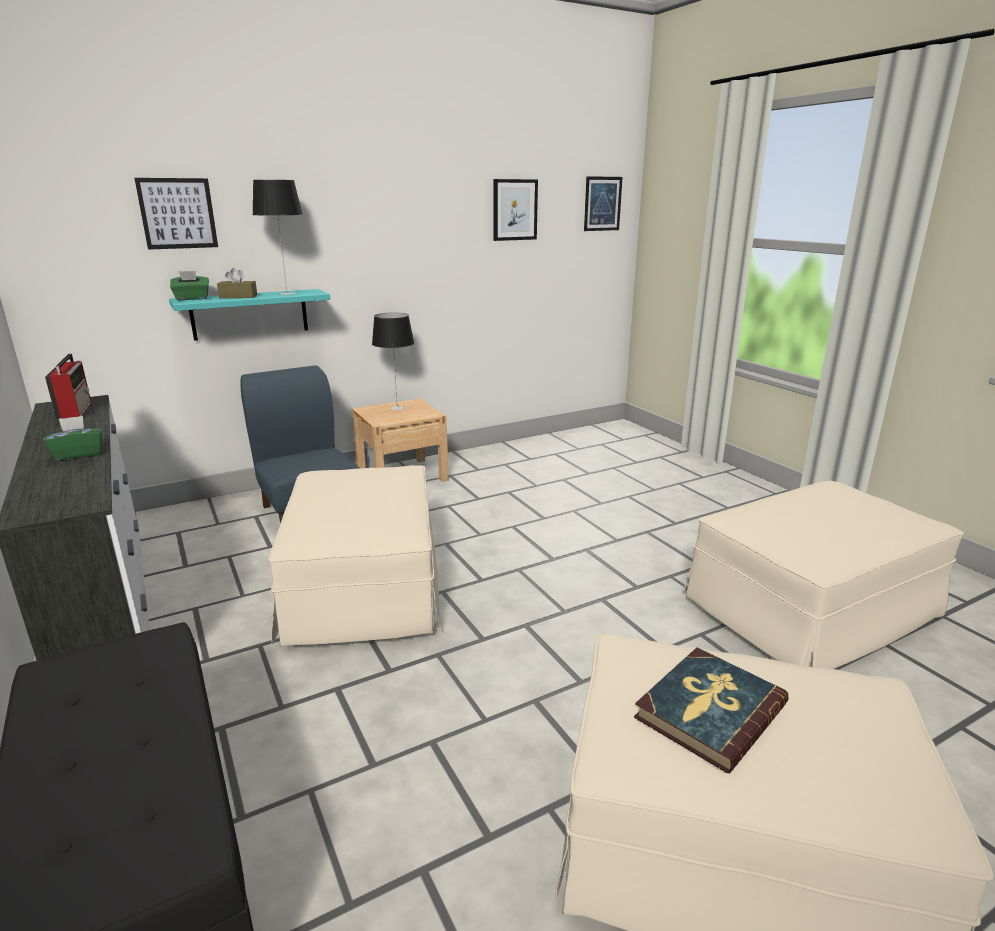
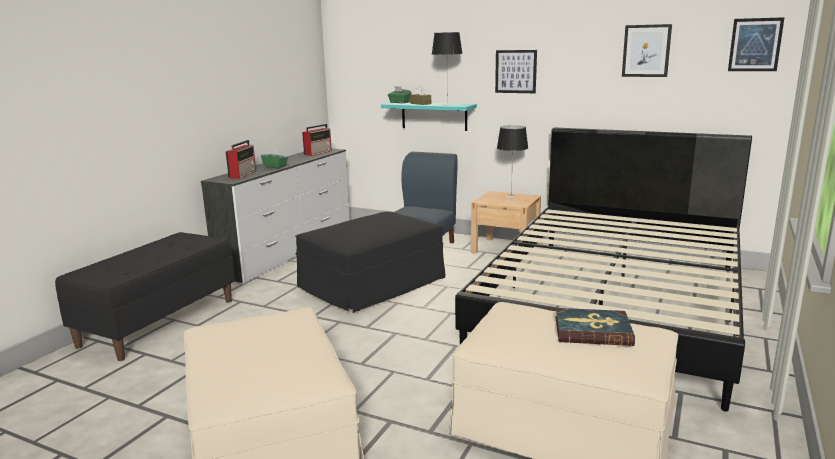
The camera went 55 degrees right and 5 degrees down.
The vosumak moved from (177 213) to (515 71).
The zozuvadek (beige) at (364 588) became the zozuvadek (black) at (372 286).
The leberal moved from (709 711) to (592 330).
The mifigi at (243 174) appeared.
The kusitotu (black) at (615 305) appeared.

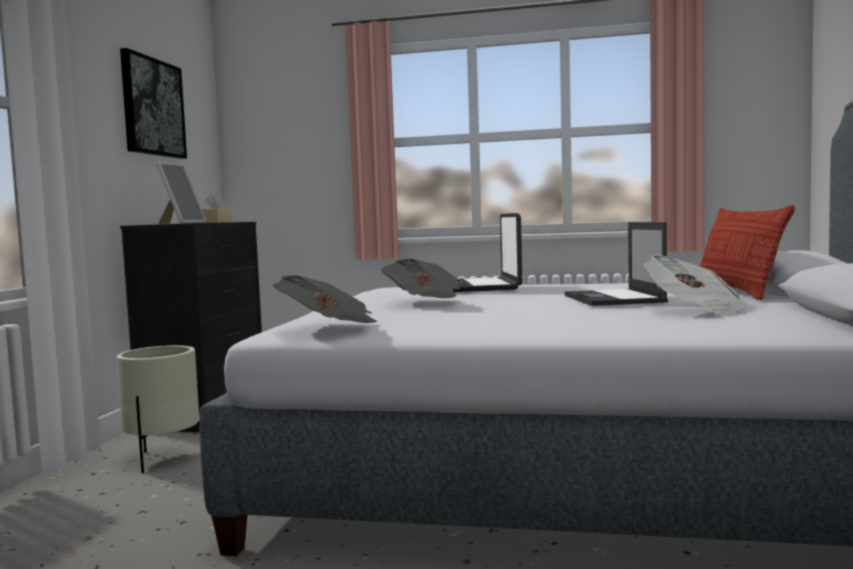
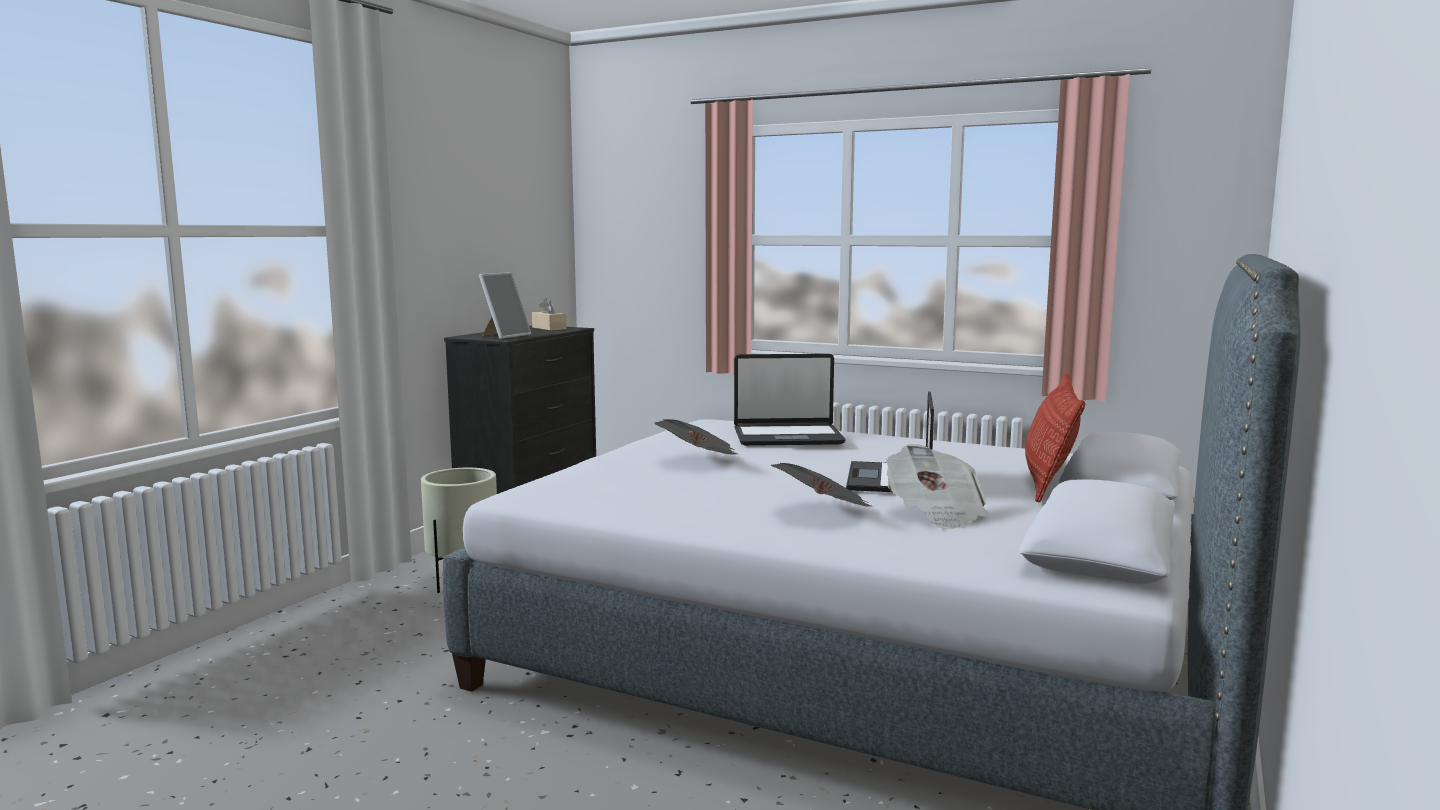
The camera went 15 degrees right and 5 degrees up.
The vosumak at (152 107) disappeared.
The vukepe moved from (330 329) to (824 512).
The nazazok at (480 286) turned 105 degrees counterclockwise.

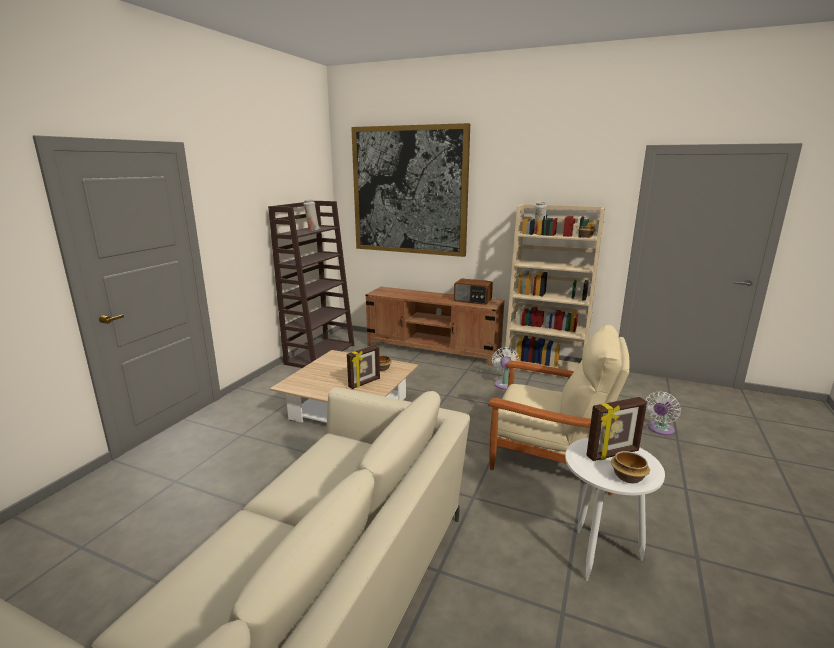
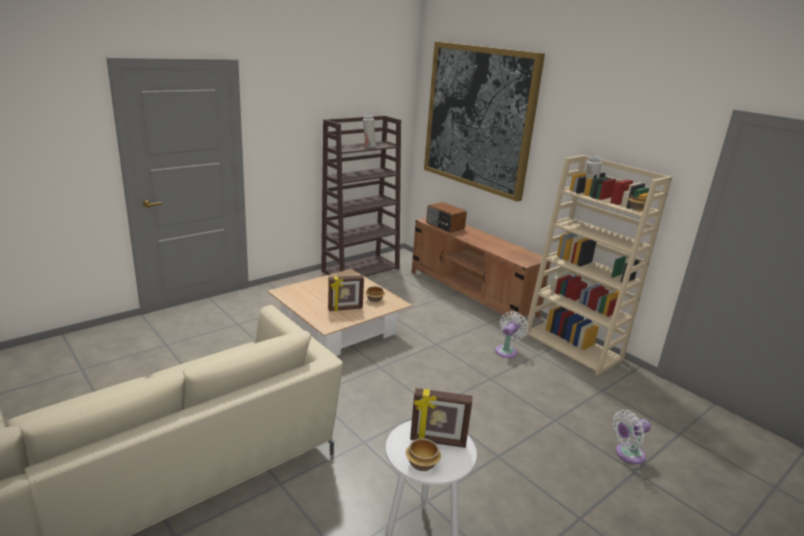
The camera went 25 degrees right and 5 degrees up.
The mifigi moved from (472 300) to (444 226).
The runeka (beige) at (550 454) disappeared.

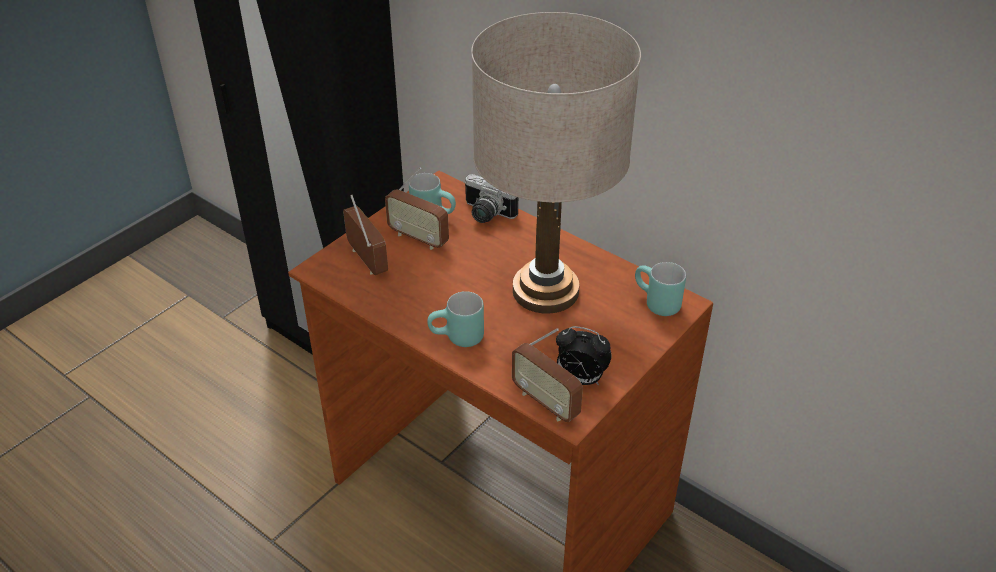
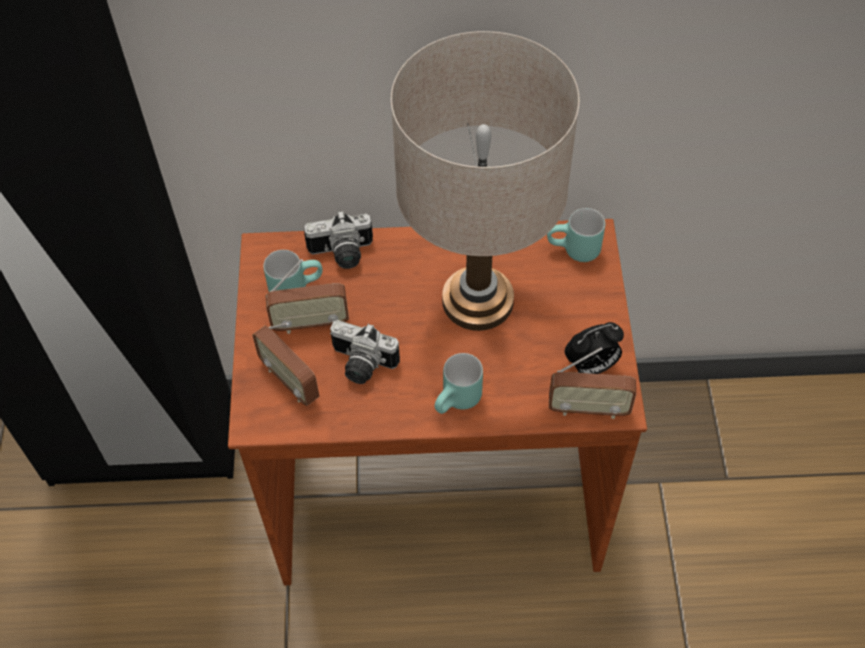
The camera went 40 degrees left and 15 degrees up.
The mifigi at (367 261) turned 150 degrees counterclockwise.
The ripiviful at (361 365) appeared.

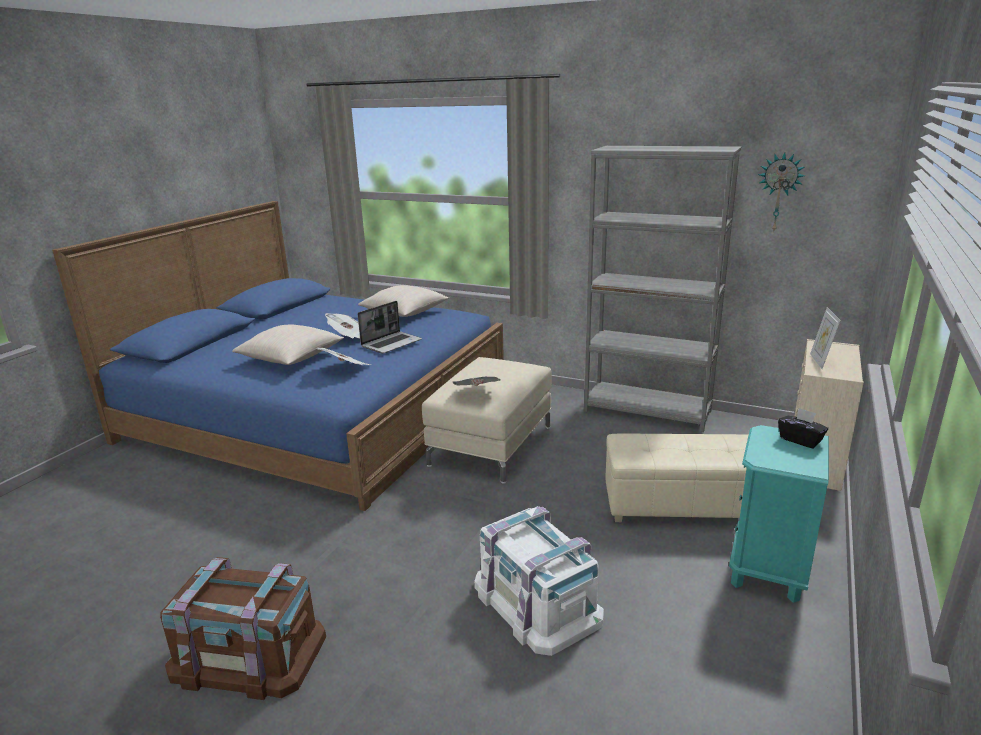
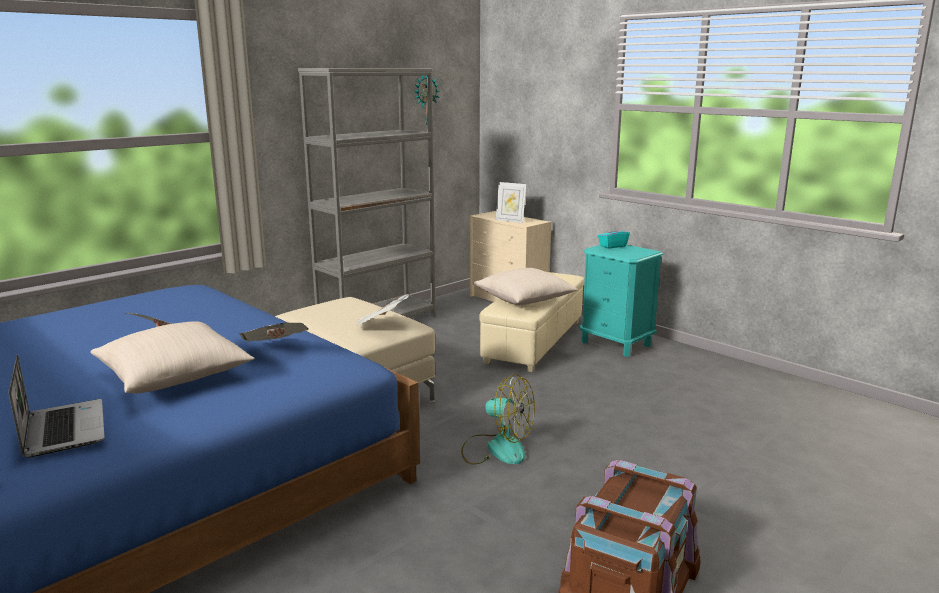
The camera went 70 degrees left and 5 degrees down.
The nazazok moved from (391 343) to (63 429).
The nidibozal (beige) moved from (404 313) to (524 300).
The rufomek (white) at (537 601) disappeared.
The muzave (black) at (800 440) became the muzave (turquoise) at (612 246).
The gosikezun at (496 448) appeared.

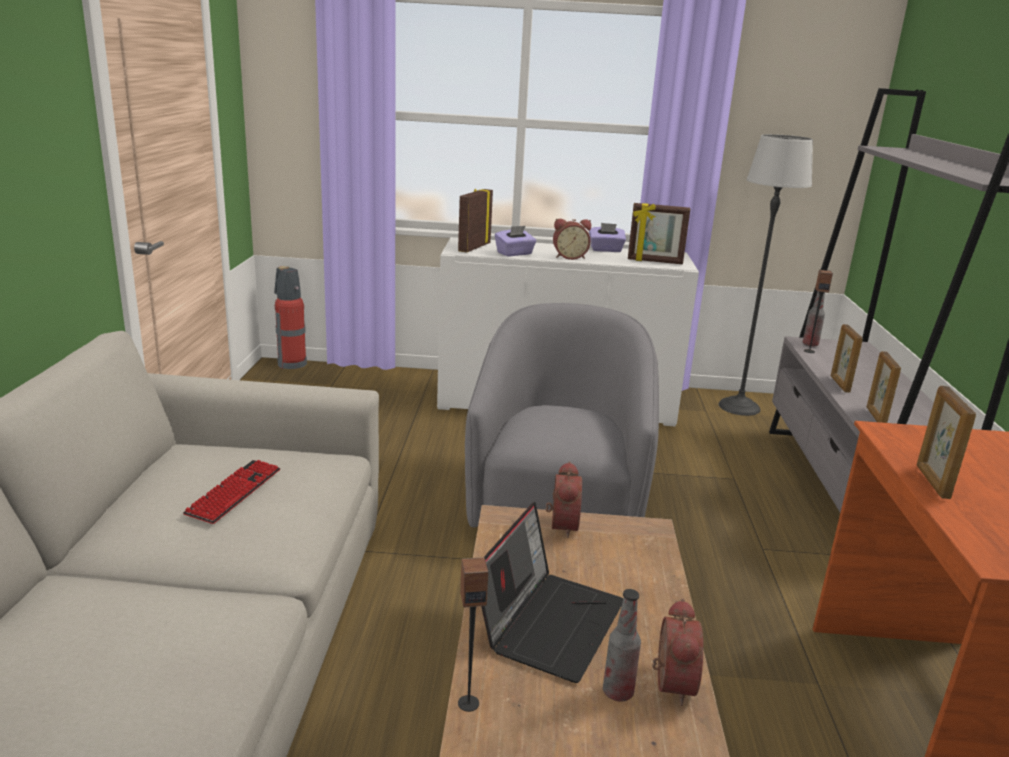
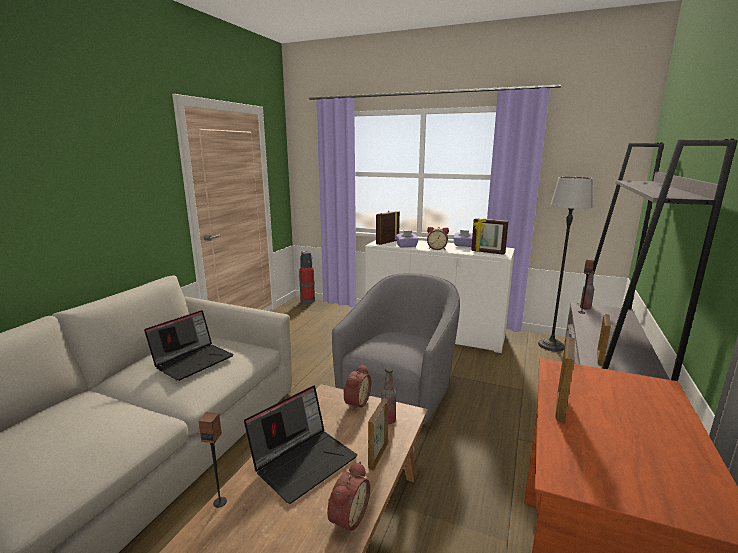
The camera went 20 degrees right and 5 degrees down.
The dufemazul at (234 492) was replaced by the nazazok at (193 360).
The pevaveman moved from (618 692) to (388 420).
The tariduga moved from (839 384) to (377 456).

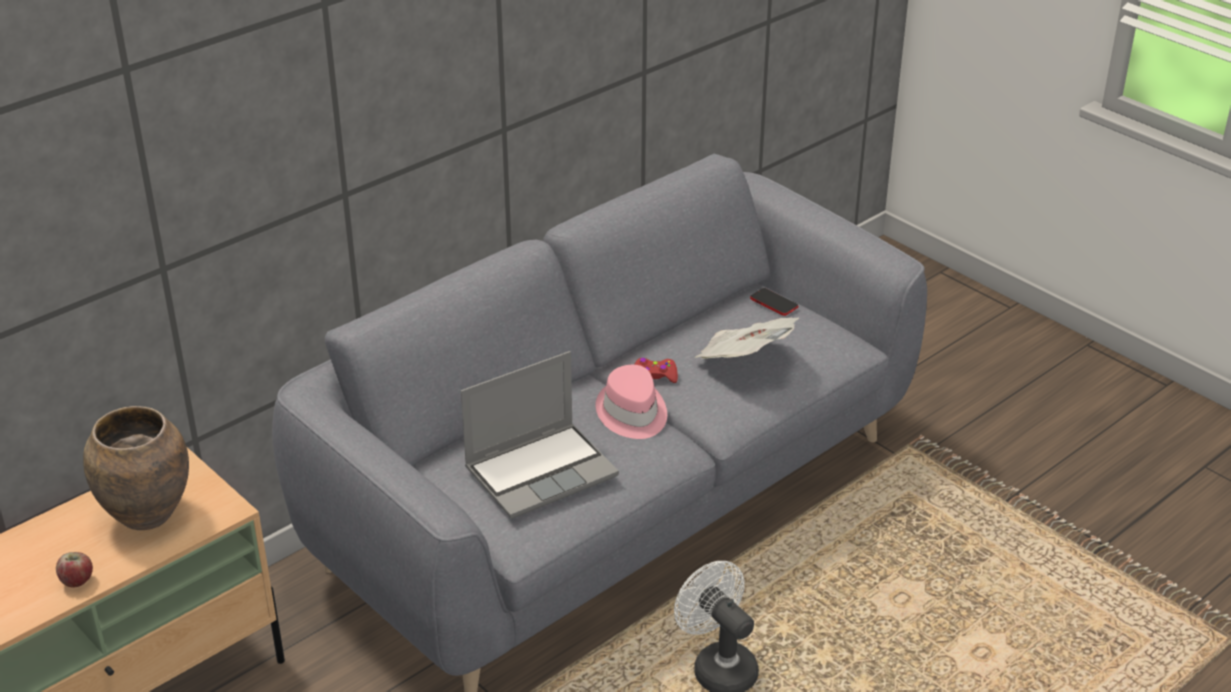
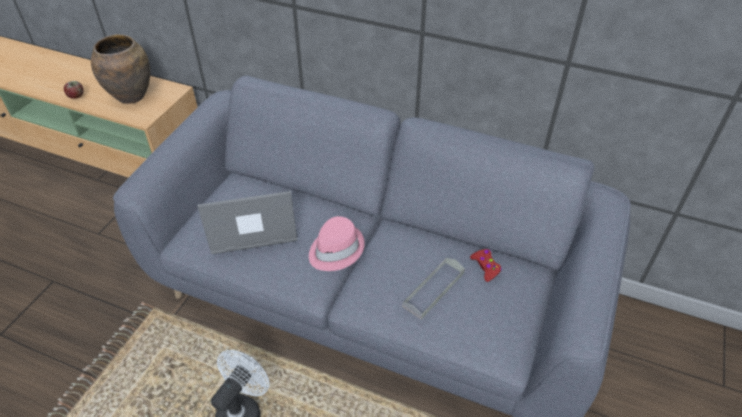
The camera went 65 degrees right and 10 degrees up.
The nazazok at (542 471) turned 135 degrees clockwise.
The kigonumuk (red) moved from (654 376) to (485 267).
The vukepe at (744 360) was replaced by the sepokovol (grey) at (434 289).
The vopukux at (774 303) disappeared.

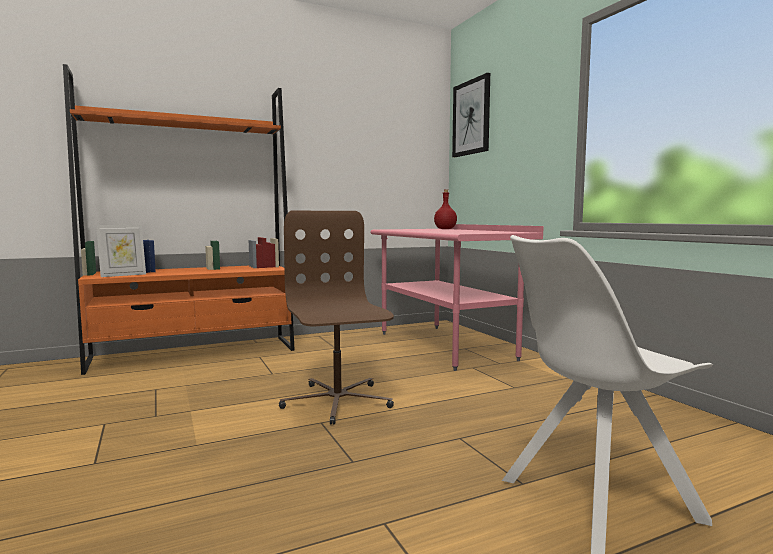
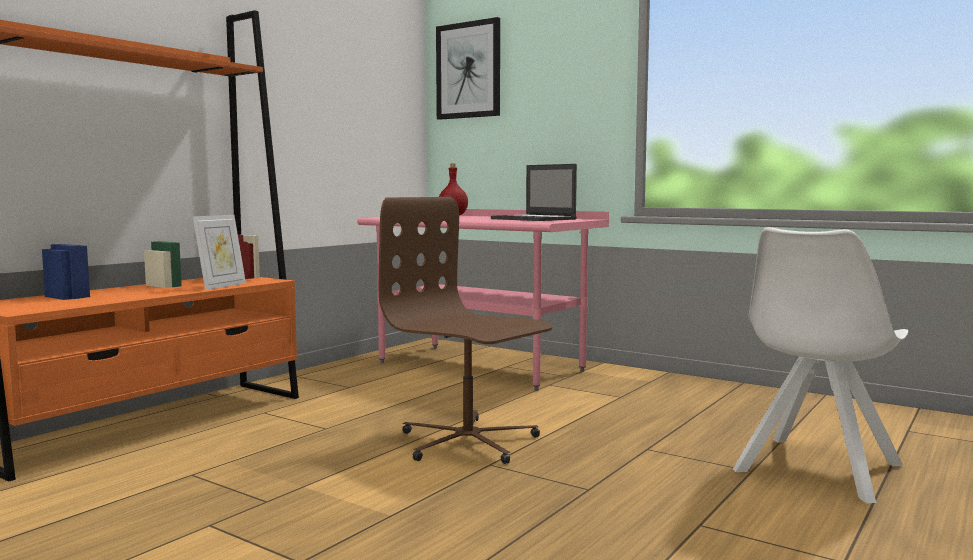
The camera went 30 degrees left and 0 degrees up.
The tariduga moved from (123 275) to (221 286).
The nazazok at (534 219) appeared.

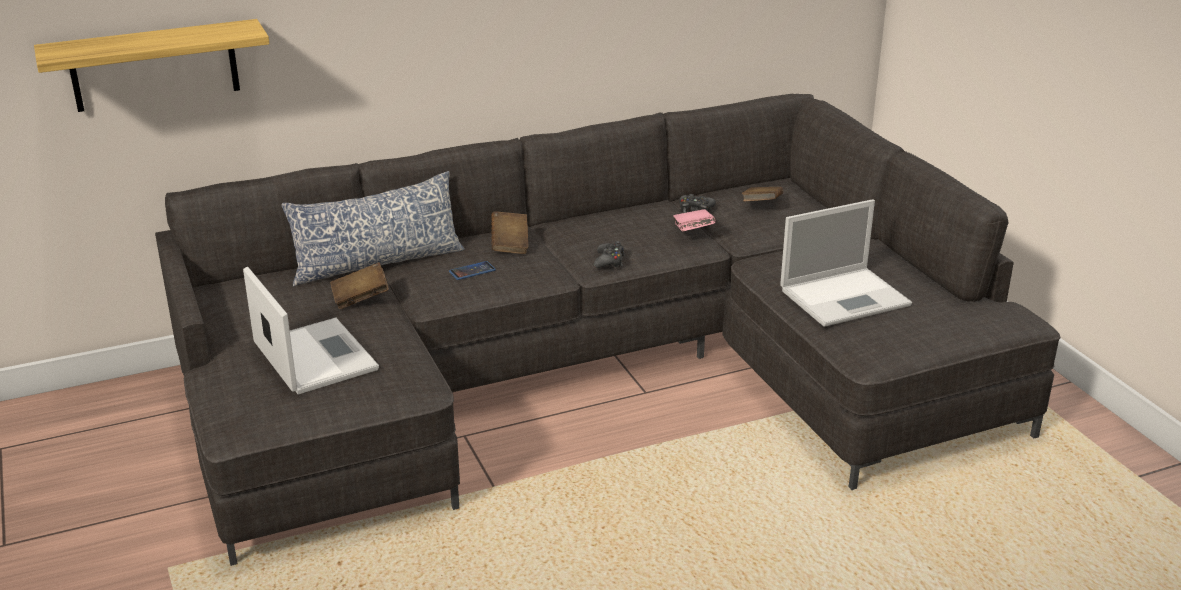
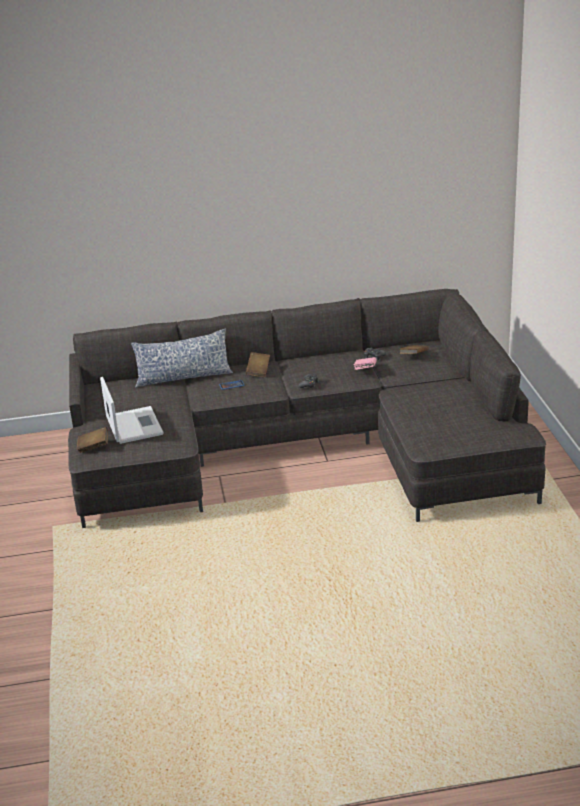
The camera went 15 degrees right and 0 degrees up.
The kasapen at (154 66) disappeared.
The leberal (brown) moved from (360 298) to (93 447).
The nazazok at (846 297) disappeared.

